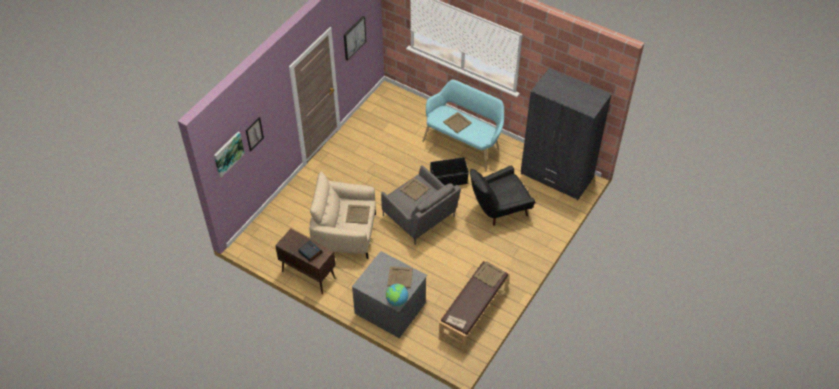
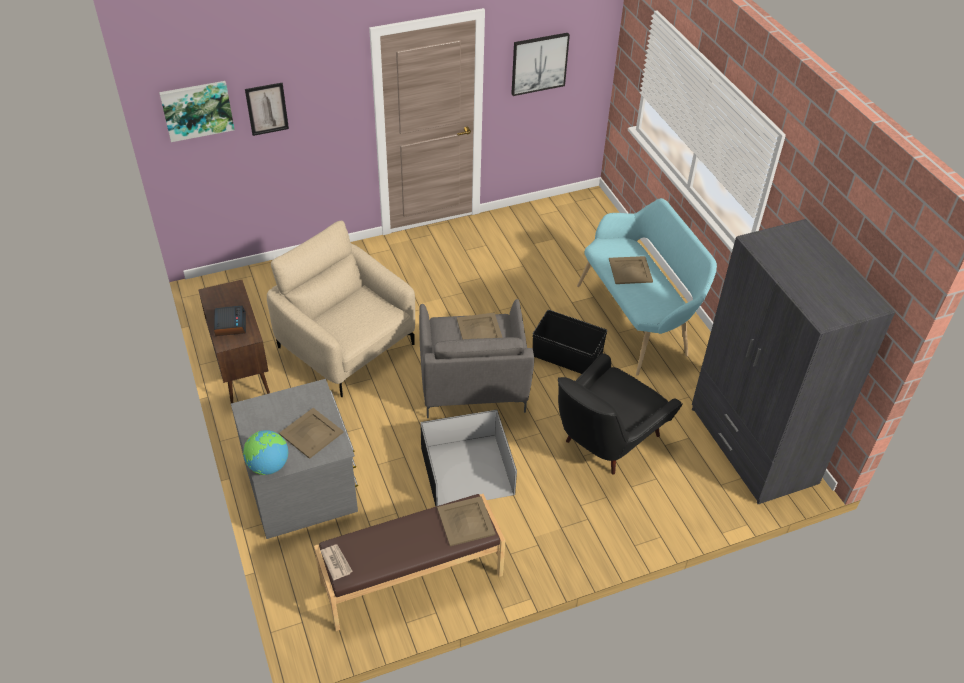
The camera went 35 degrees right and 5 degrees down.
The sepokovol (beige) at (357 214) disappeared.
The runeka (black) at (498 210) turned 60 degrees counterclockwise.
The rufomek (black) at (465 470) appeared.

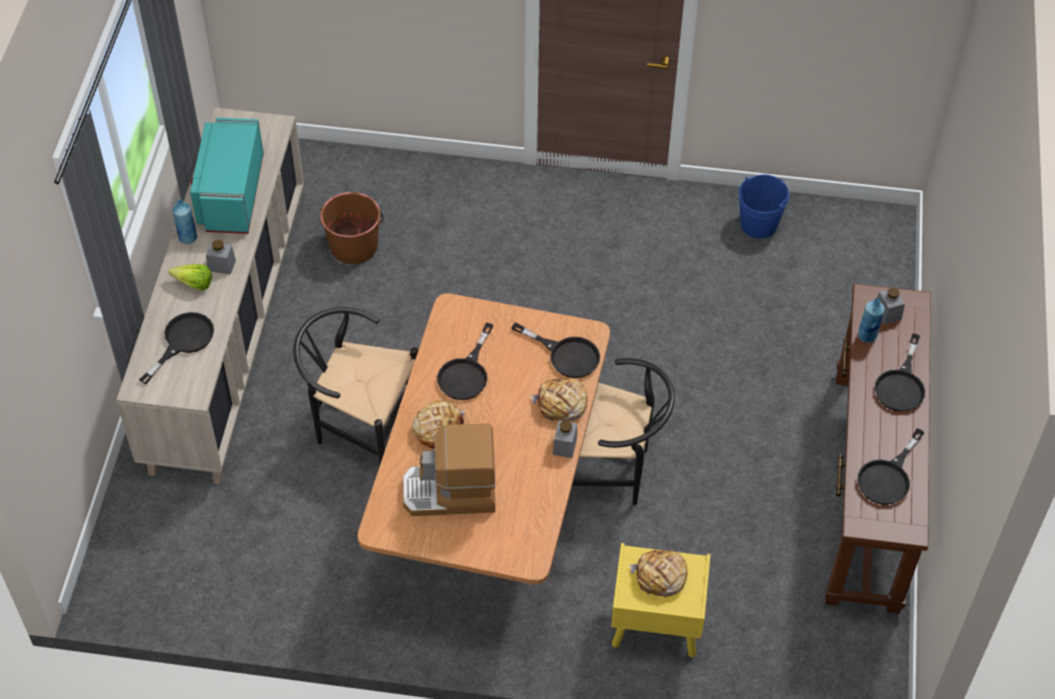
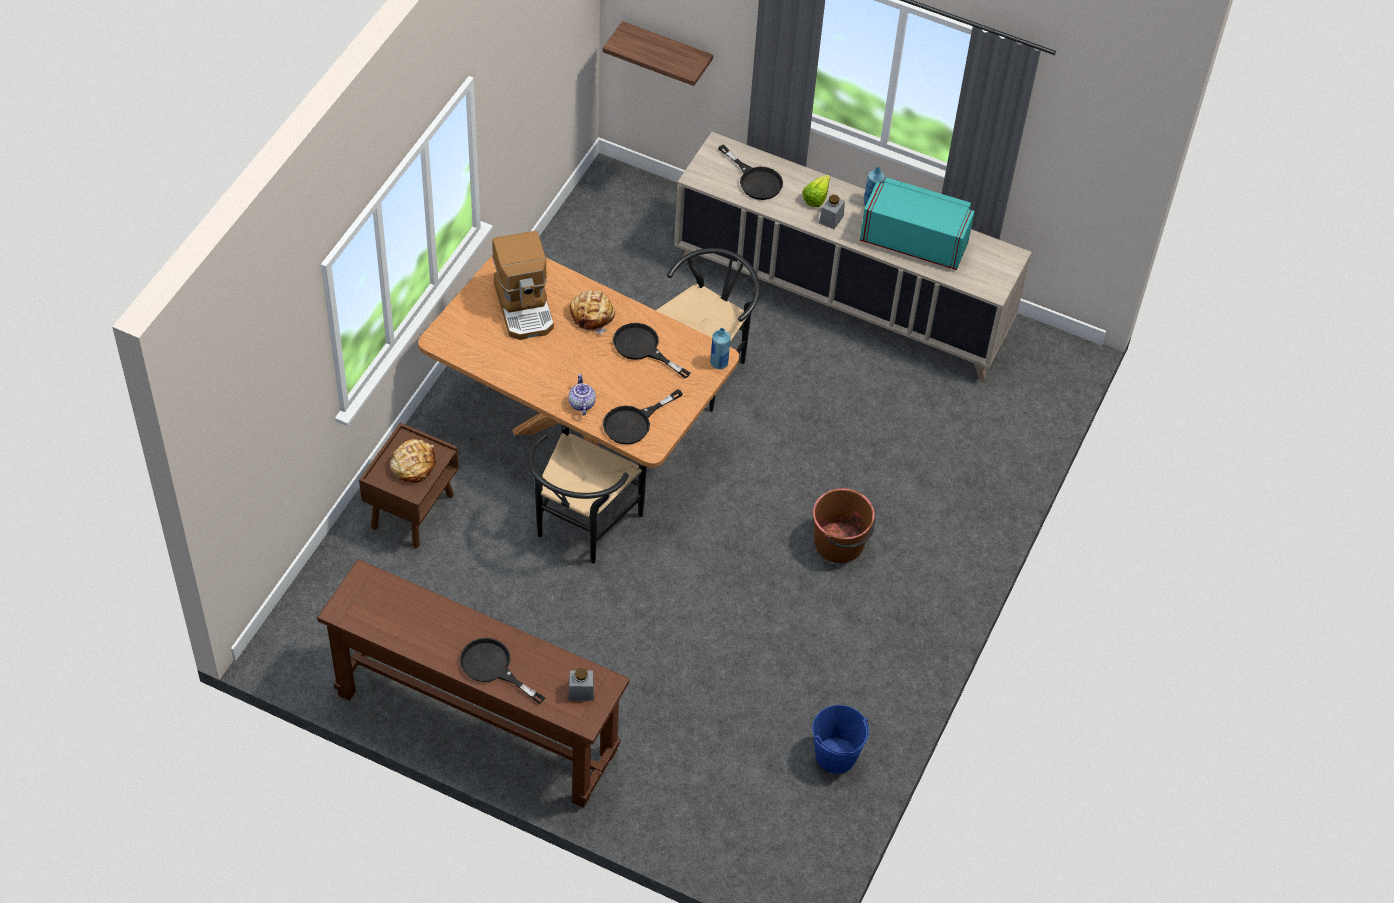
The camera went 105 degrees right and 0 degrees up.
The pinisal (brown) moved from (354 246) to (840 543).
The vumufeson at (450 493) turned 150 degrees clockwise.
The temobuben at (561 405) was replaced by the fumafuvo at (581 403).
The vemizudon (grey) at (564 446) disappeared.
The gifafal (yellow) at (655 626) became the gifafal (brown) at (412 510).
The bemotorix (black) at (888 477) disappeared.
The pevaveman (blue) moved from (867 336) to (719 363).
The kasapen at (666 52) appeared.

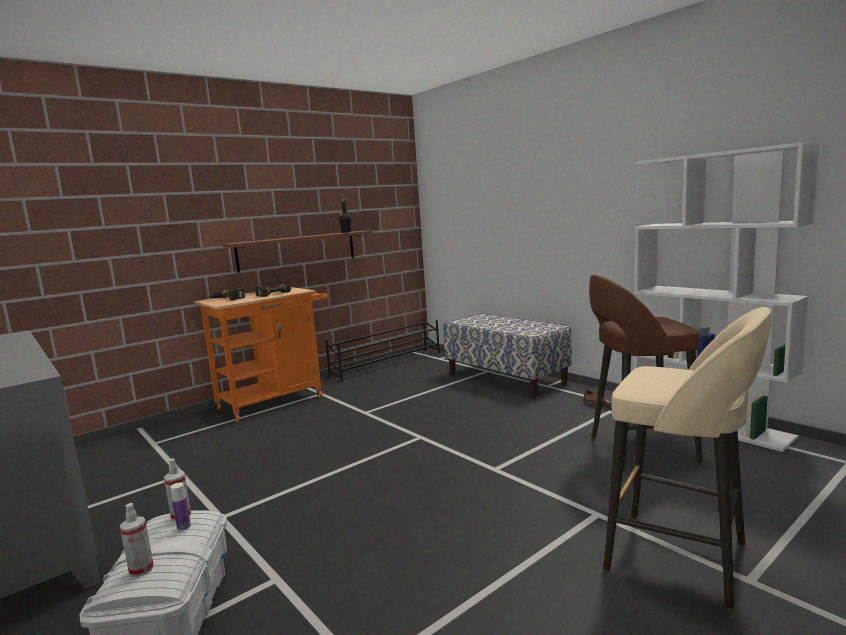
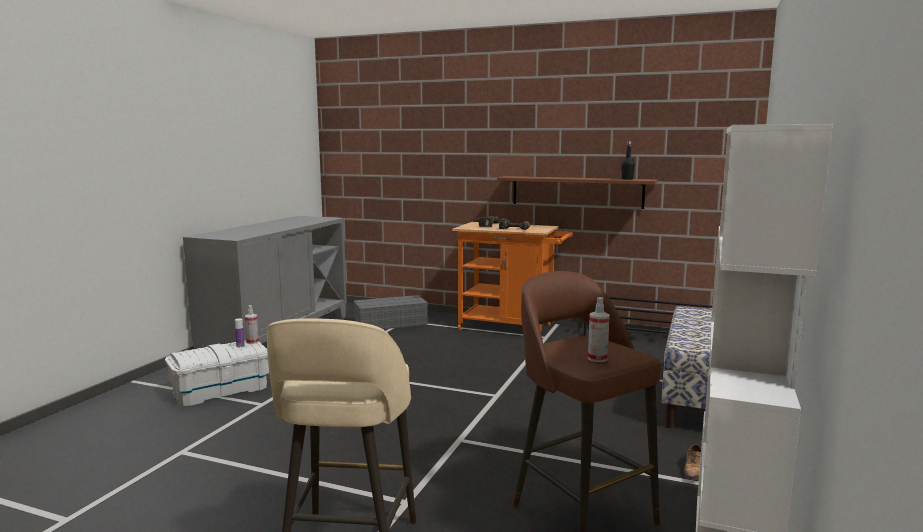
The camera went 60 degrees right and 0 degrees up.
The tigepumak moved from (141 569) to (597 358).
The rufomek (grey) at (391 323) appeared.

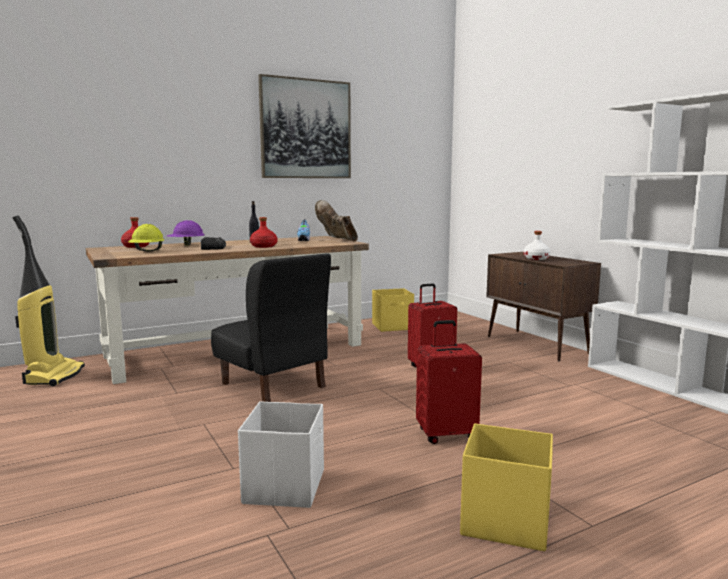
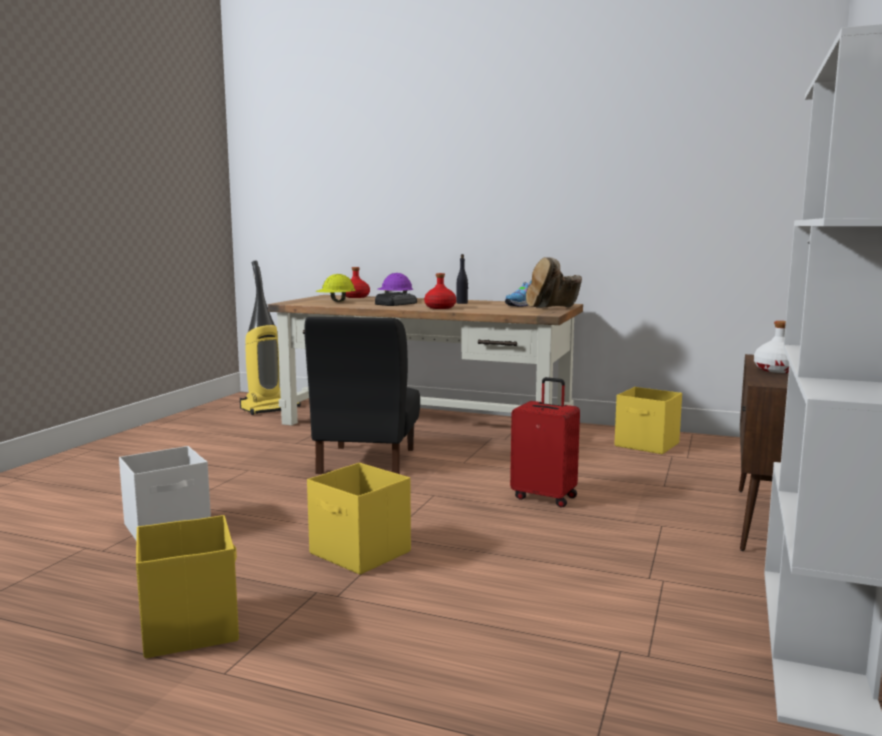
The camera went 50 degrees right and 0 degrees up.
The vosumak at (305 129) disappeared.
The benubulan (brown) at (337 240) turned 135 degrees counterclockwise.
The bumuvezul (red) at (446 434) was replaced by the rufomek (yellow) at (360 553).

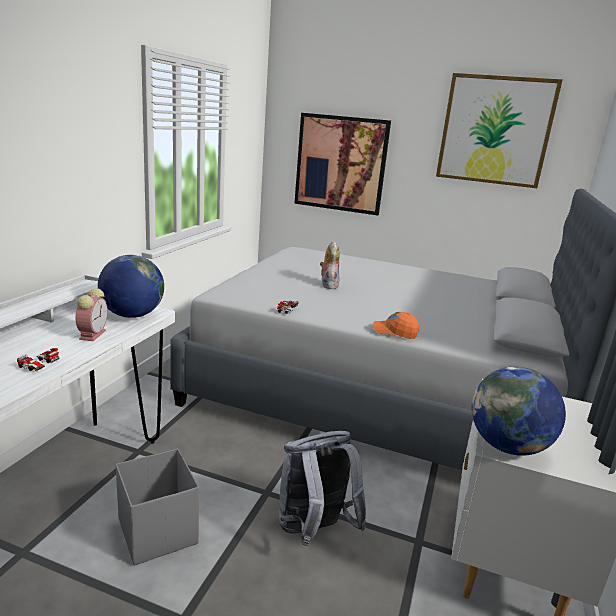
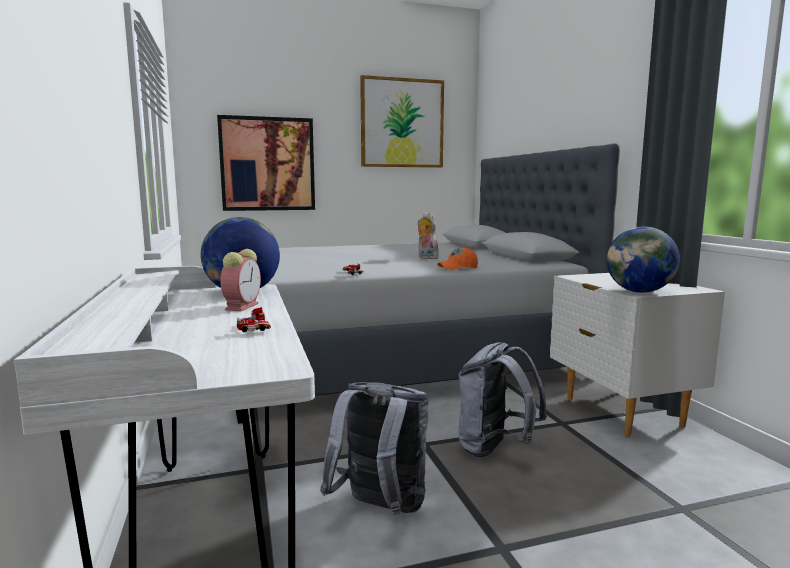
The camera went 35 degrees left and 10 degrees down.
The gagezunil at (93 334) turned 45 degrees clockwise.
The rufomek (grey) at (158 530) was replaced by the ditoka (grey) at (380 509).
The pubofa moved from (328 285) to (426 258).

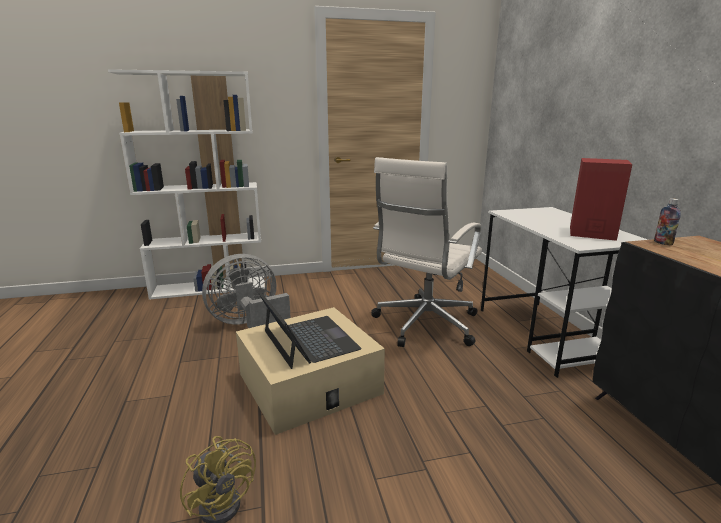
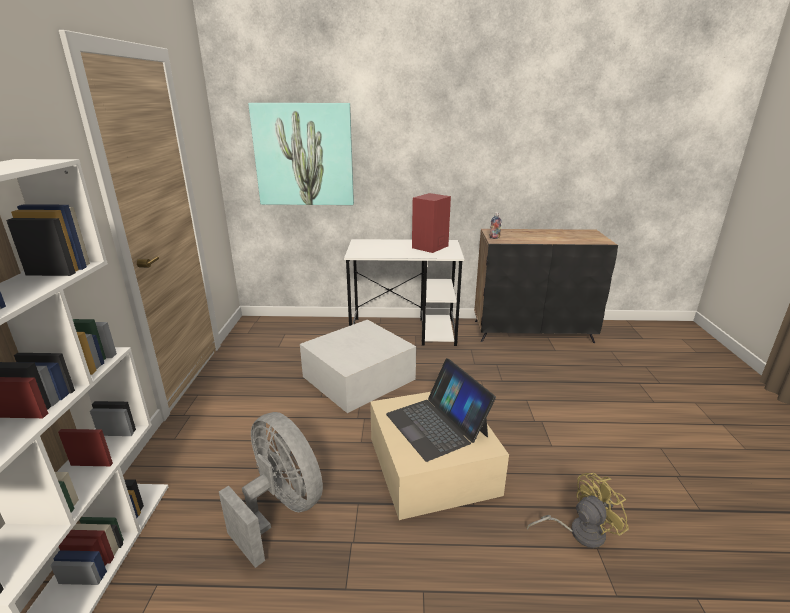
The camera went 75 degrees left and 5 degrees up.
The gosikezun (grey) at (249 325) turned 150 degrees clockwise.
The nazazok at (309 340) turned 105 degrees counterclockwise.
The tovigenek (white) at (424 325) was replaced by the rufomek (white) at (359 378).
The vosumak at (304 155) appeared.

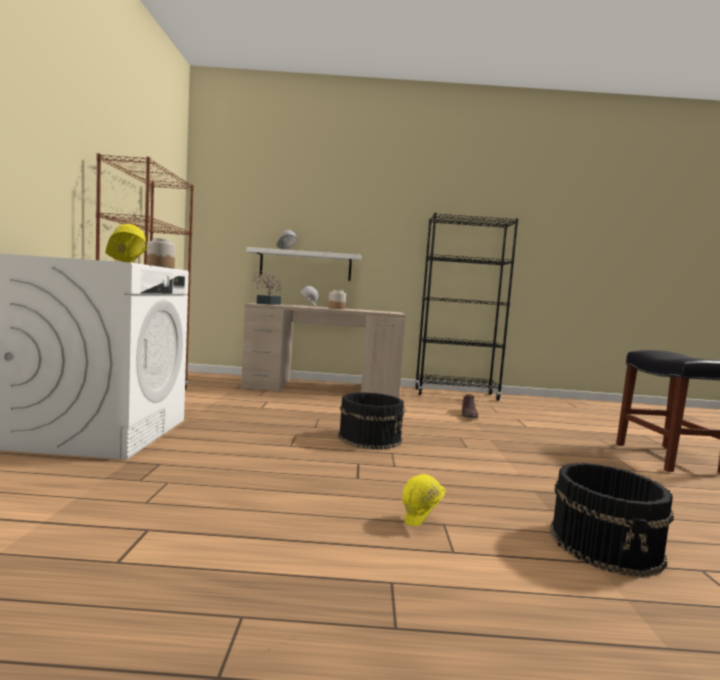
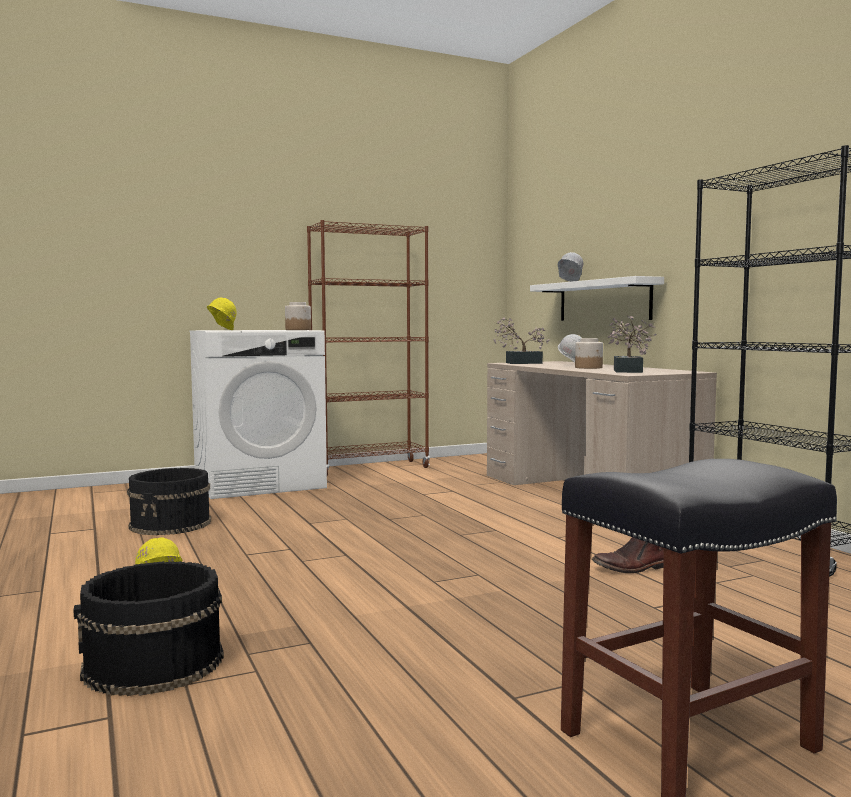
The camera went 65 degrees right and 0 degrees up.
The pinisal (black) moved from (370 438) to (171 524).
The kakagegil at (627 371) appeared.

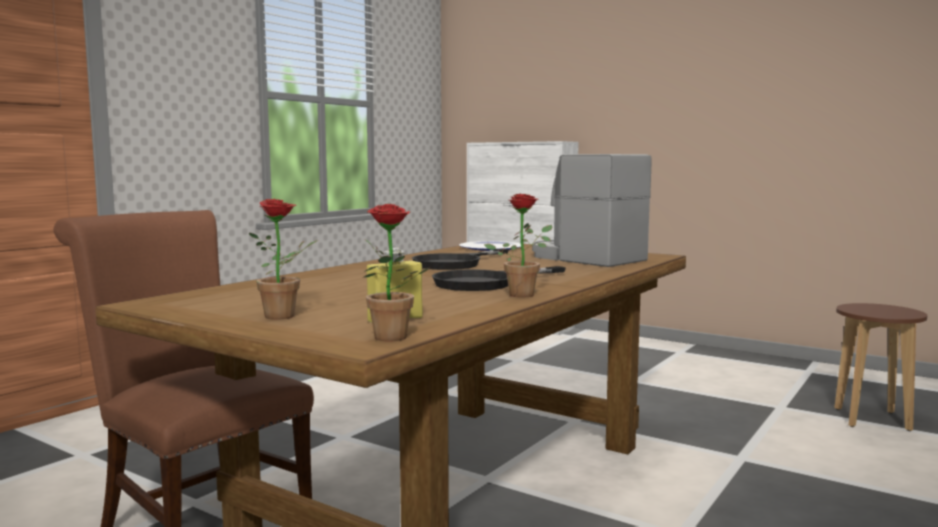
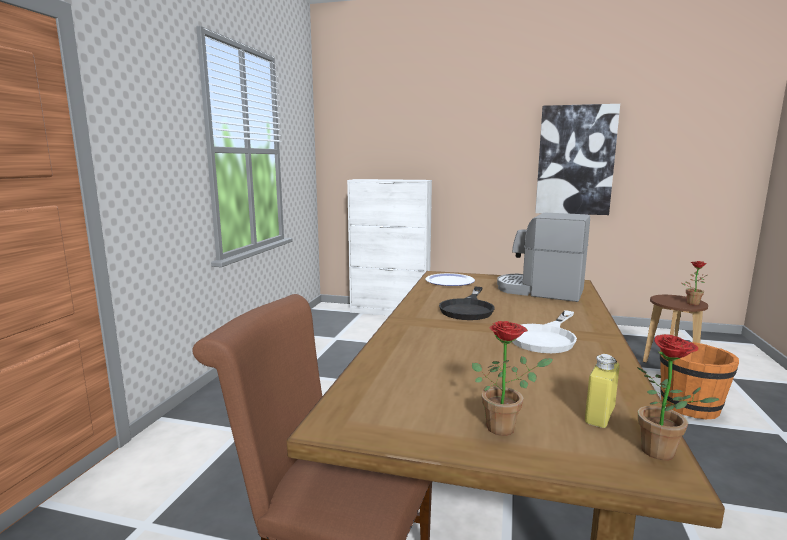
The camera went 20 degrees left and 5 degrees up.
The bemotorix (black) at (486 283) became the bemotorix (white) at (546 337).
The kakagegil moved from (524 294) to (691 302).
The vosumak at (575 160) appeared.
The pinisal (orange) at (690 406) appeared.

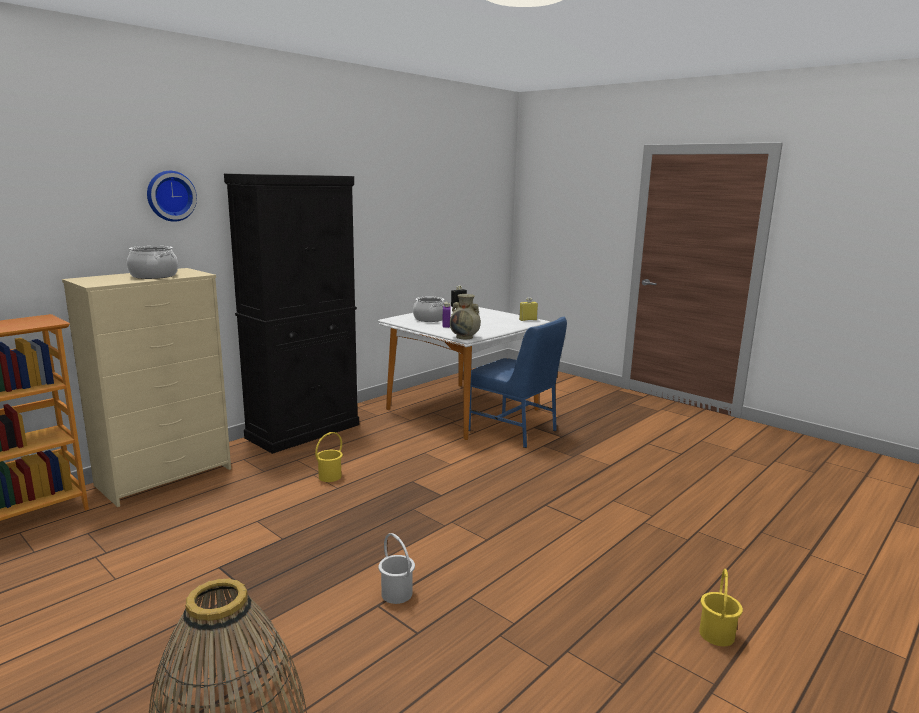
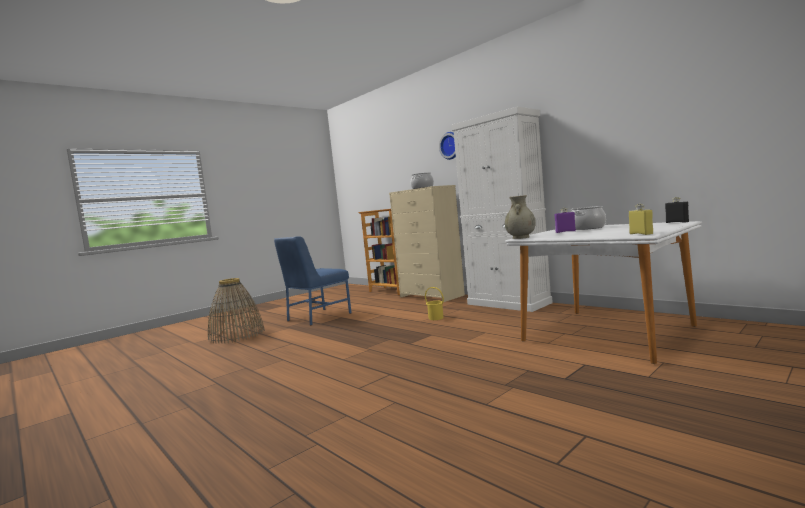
The camera went 95 degrees right and 10 degrees down.
The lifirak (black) at (304 431) became the lifirak (white) at (508 303).
The pinisal (white) at (397 593) disappeared.
The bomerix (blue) moved from (514 430) to (317 317).
The pinisal (yellow) at (717 634) disappeared.

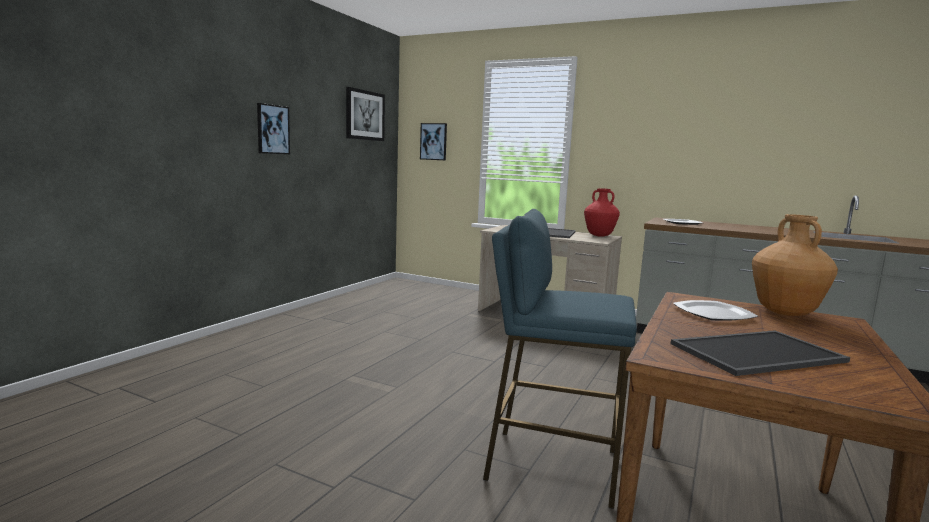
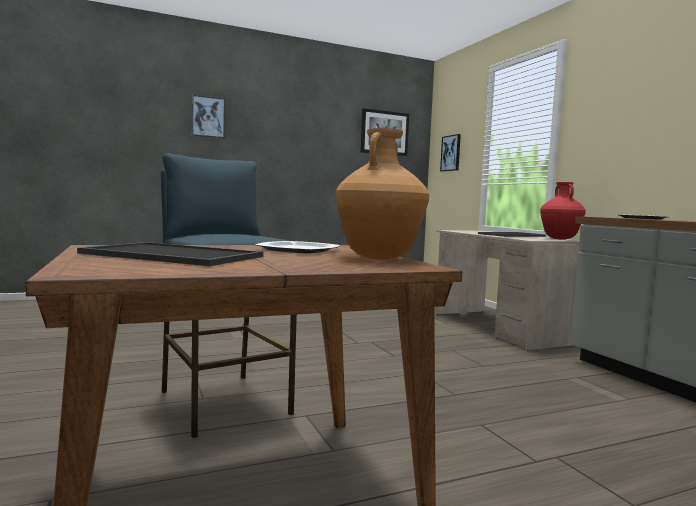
The camera went 40 degrees right and 5 degrees down.
The vosumak moved from (272 129) to (208 117).

